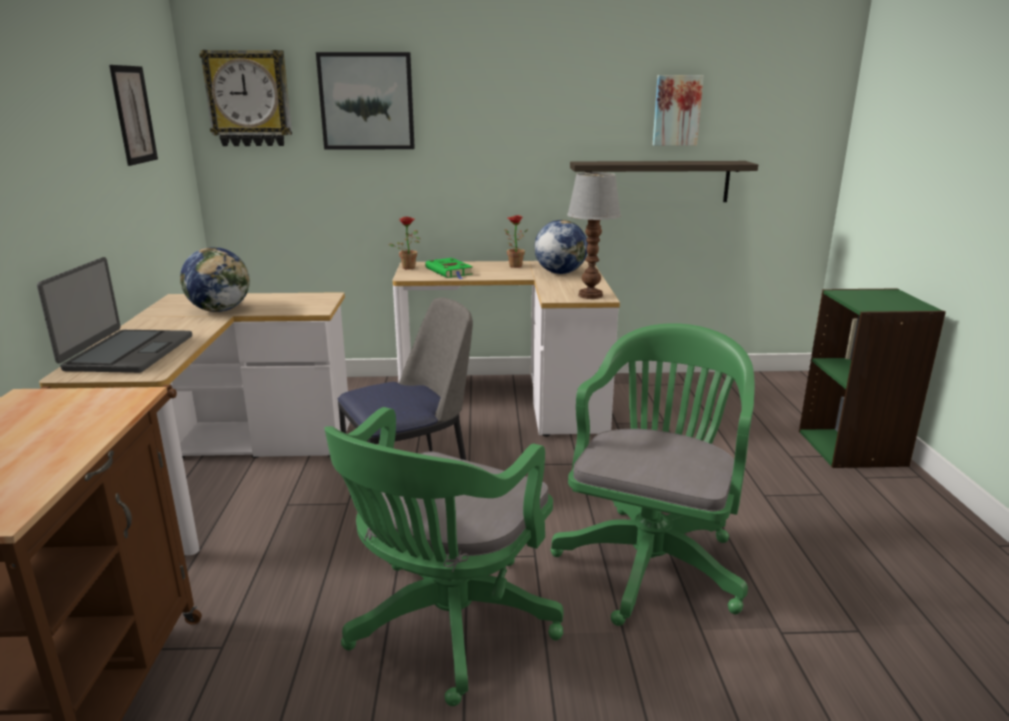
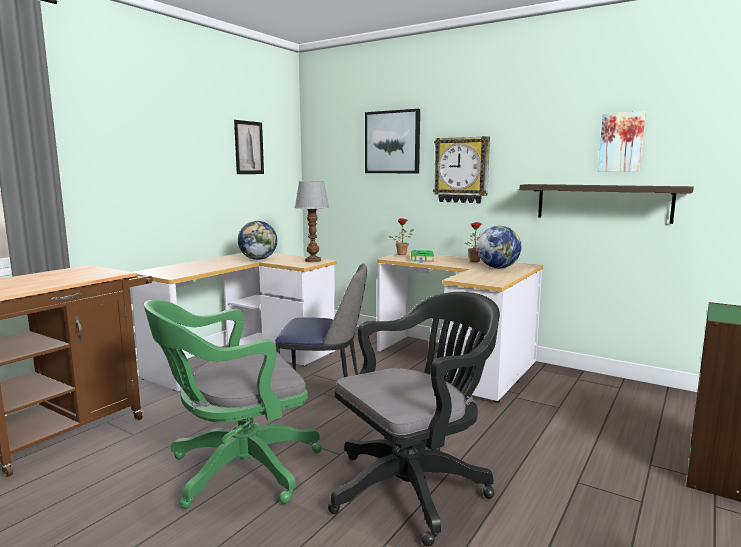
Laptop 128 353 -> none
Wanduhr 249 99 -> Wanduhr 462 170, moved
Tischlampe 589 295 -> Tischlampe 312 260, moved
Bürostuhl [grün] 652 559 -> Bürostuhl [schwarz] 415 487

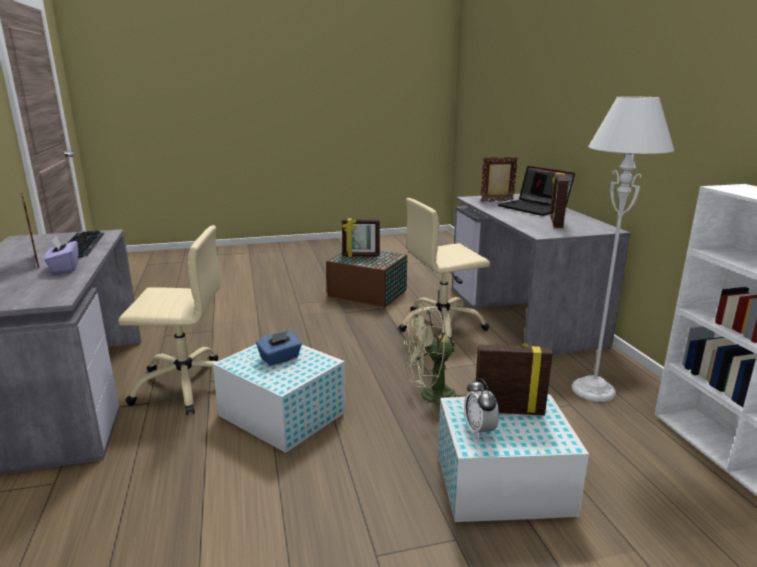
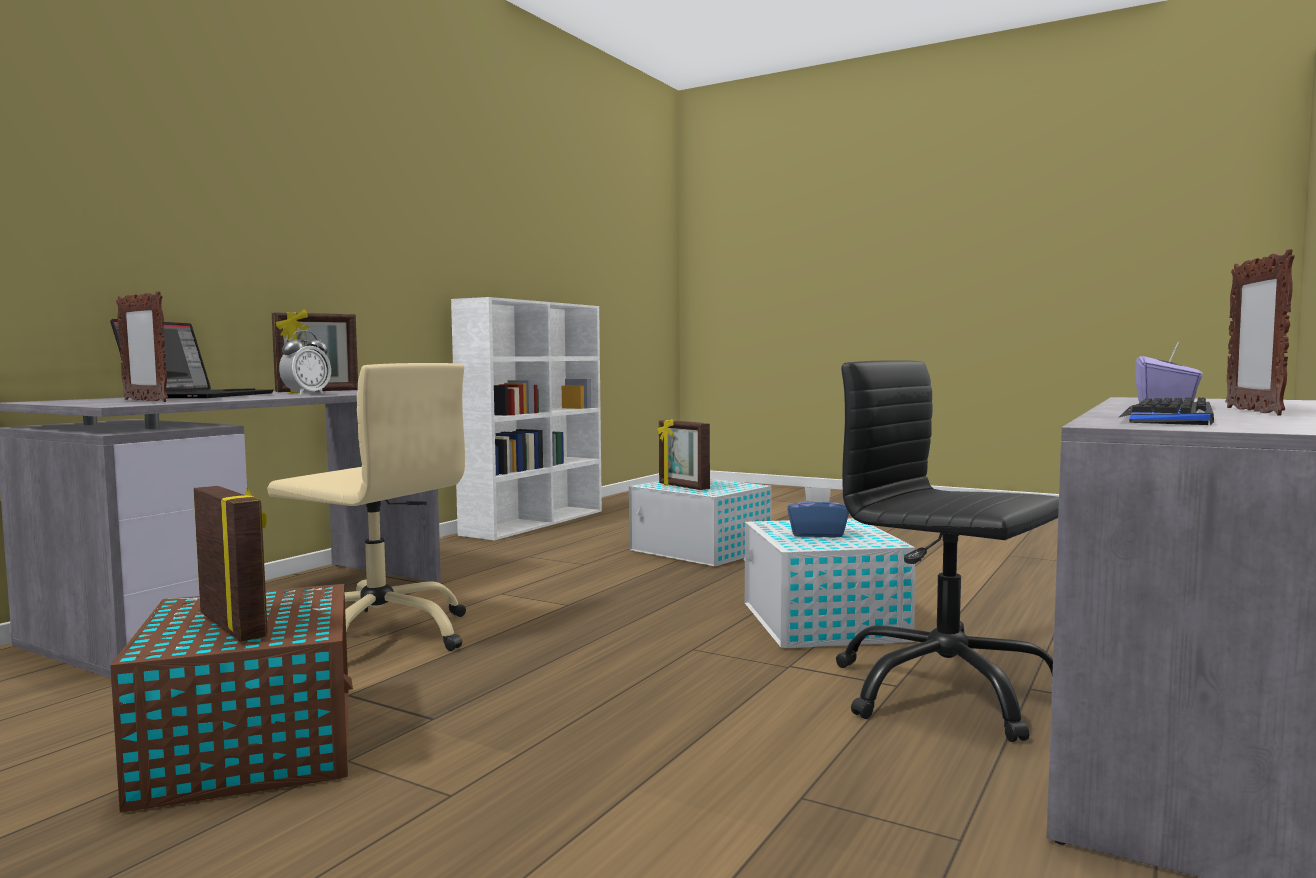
Ventilator [grün] 430 396 -> none
Stehlampe [grau] 593 390 -> none
Wecker 479 430 -> Wecker 306 395, moved
Bürostuhl [beige] 187 385 -> Bürostuhl [schwarz] 945 692

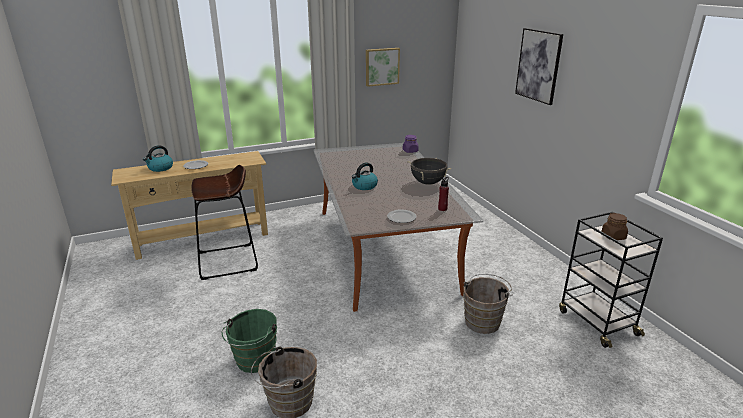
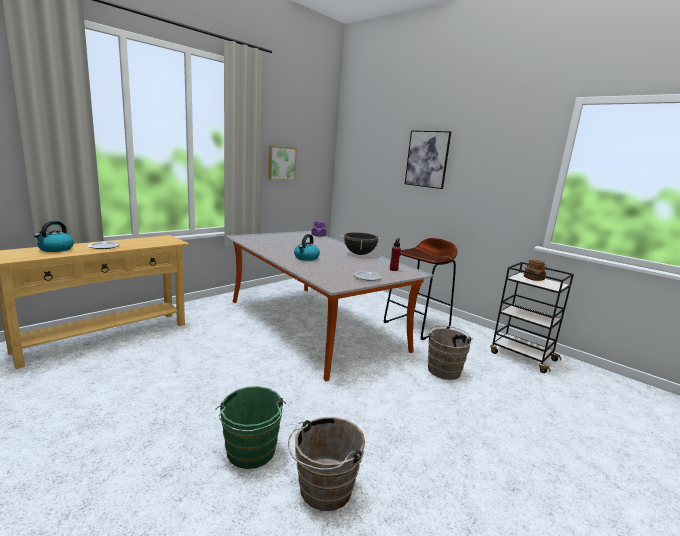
Hocker [braun] 227 261 -> Hocker [braun] 417 325, moved

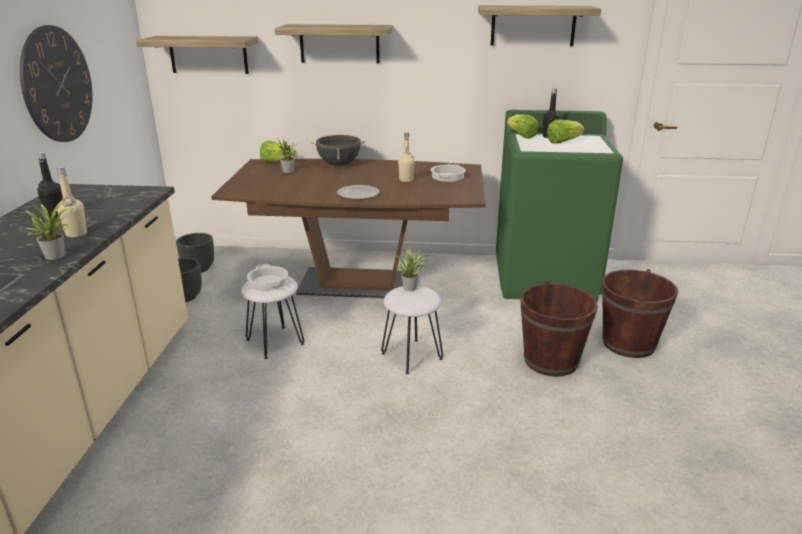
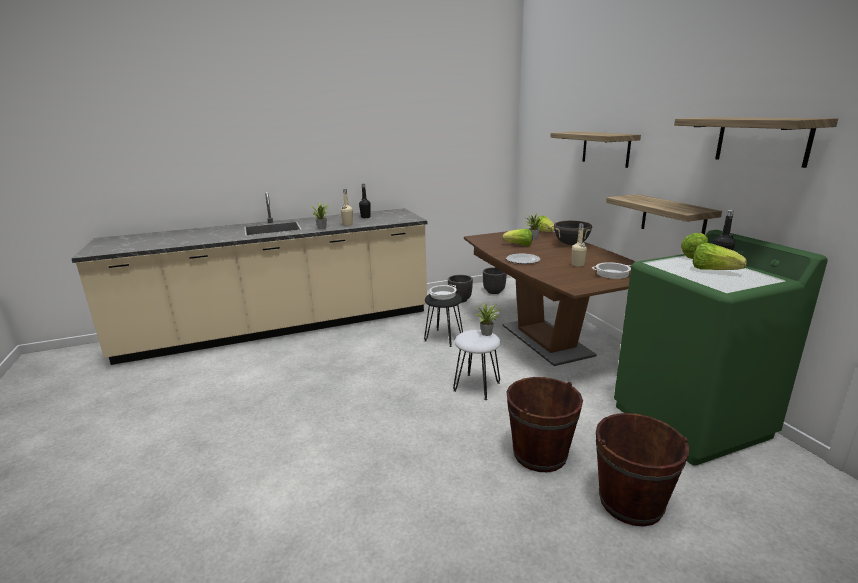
Wanduhr 57 85 -> none
none -> Salatkopf 519 245
Wandregal 208 54 -> Wandregal 673 219, moved
Hocker [weiß] 274 342 -> Hocker [schwarz] 443 337

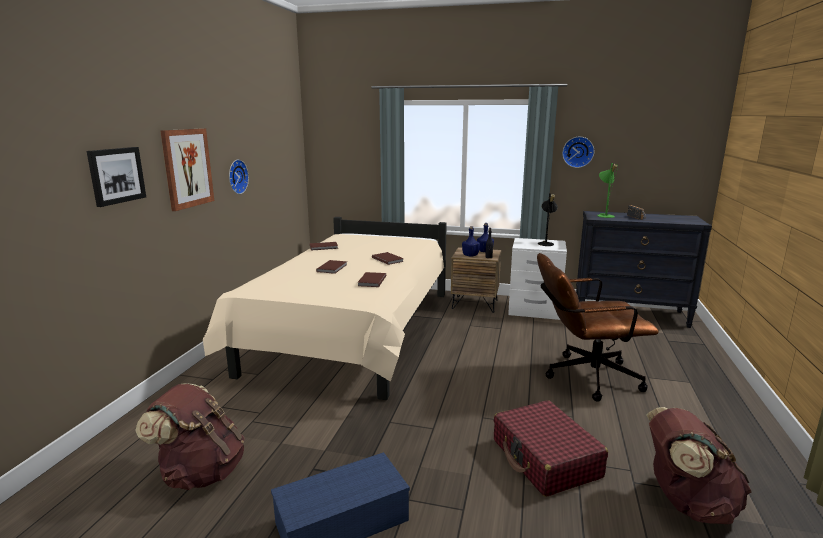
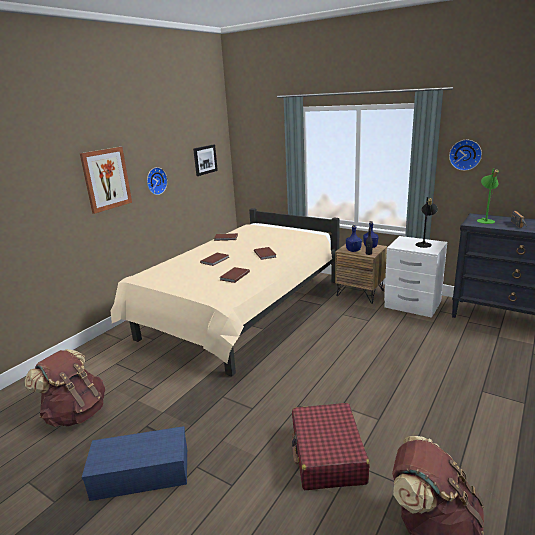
Bürostuhl [braun] 584 377 -> none
Bild 116 175 -> Bild 205 160, moved

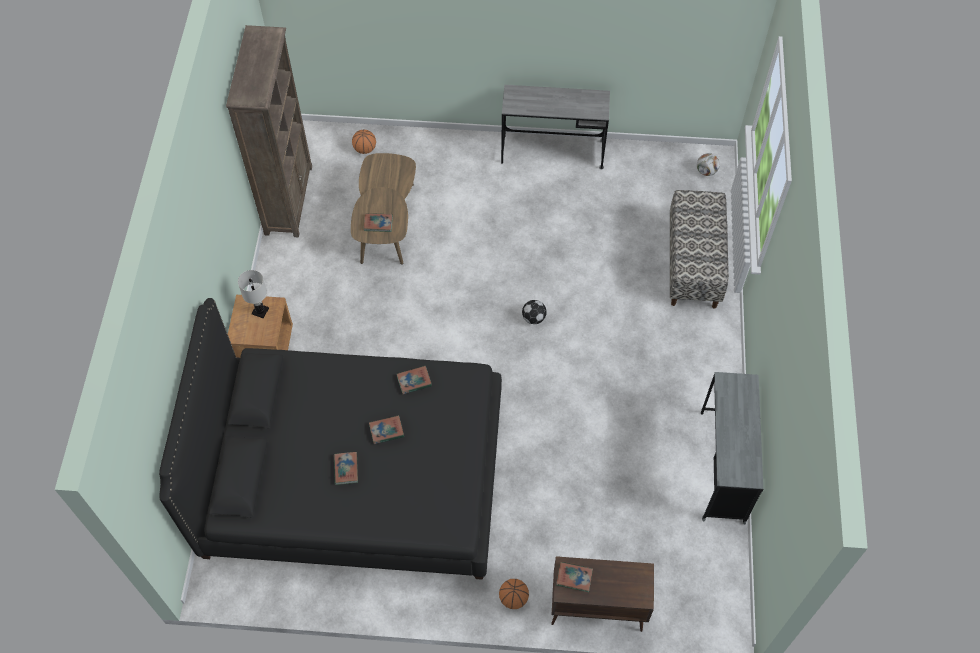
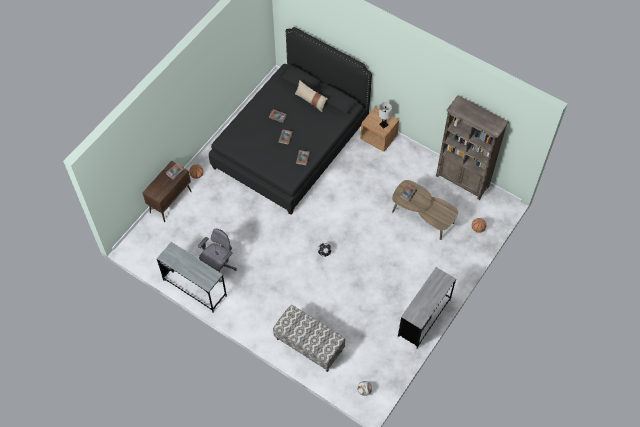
none -> Bürostuhl [grau] 219 267
none -> Kissen [beige] 311 100

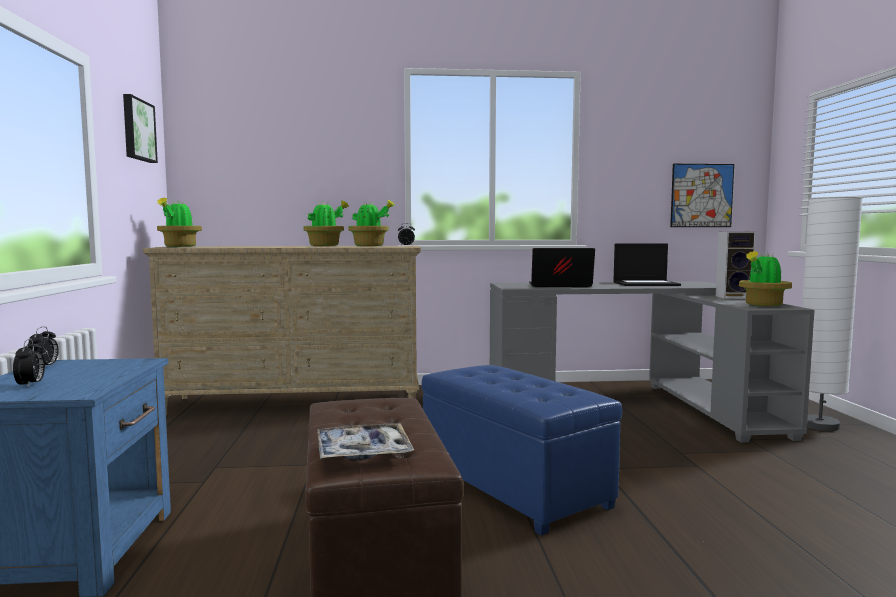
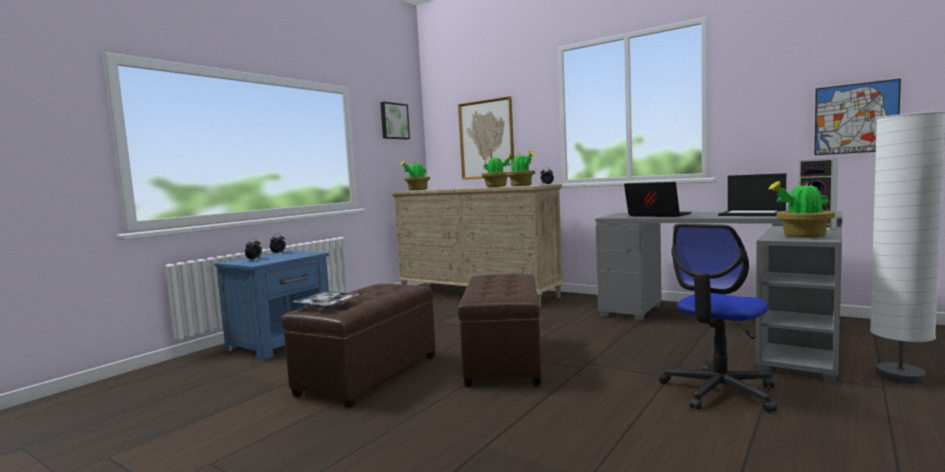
none -> Bild 486 139
none -> Bürostuhl 719 391
Polsterhocker [blau] 511 487 -> Polsterhocker [braun] 503 360

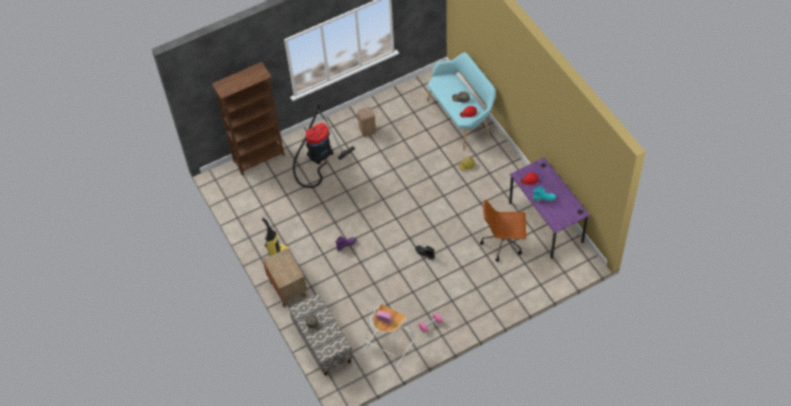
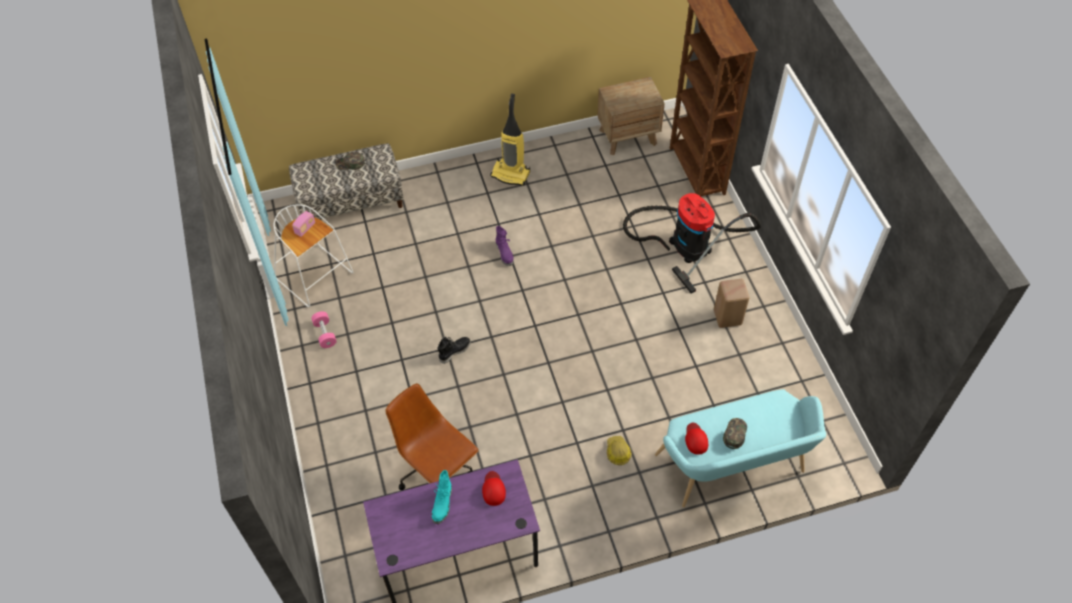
Nachttisch [braun] 287 288 -> Nachttisch [braun] 628 136, moved
Bürostuhl [braun] 503 243 -> Bürostuhl [braun] 436 471, 60 degrees counterclockwise

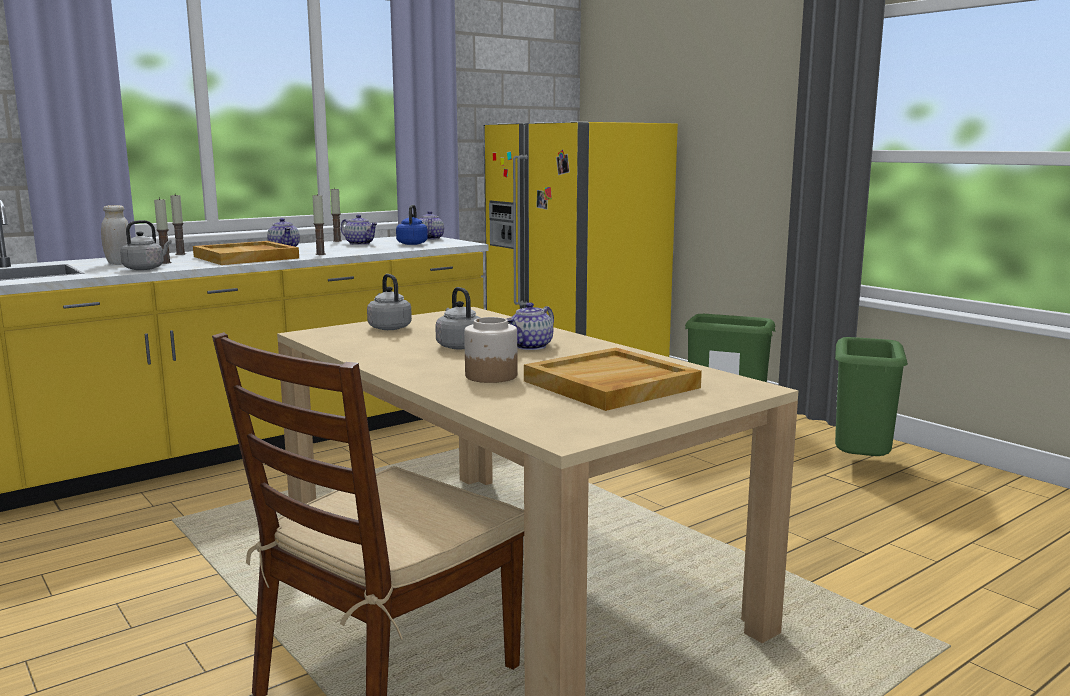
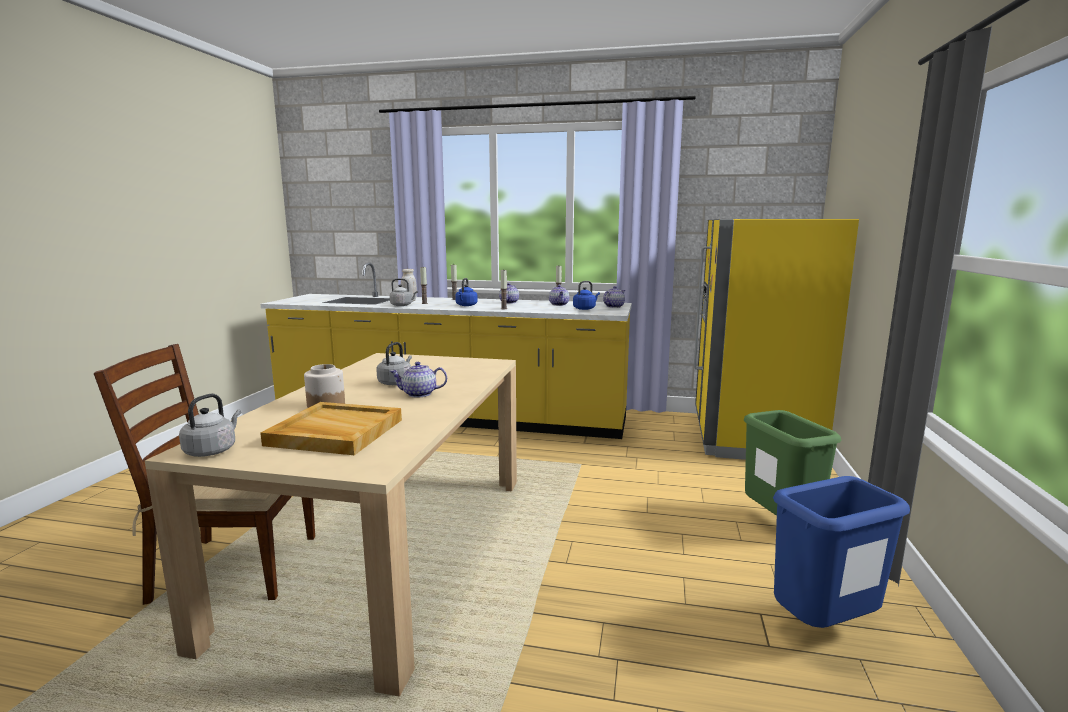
Wasserkessel [grau] 389 327 -> Wasserkessel [grau] 212 450, moved
Tablett [beige] 247 257 -> Wasserkessel [blau] 466 305
Mülleimer [grün] 861 466 -> Mülleimer [blau] 823 629

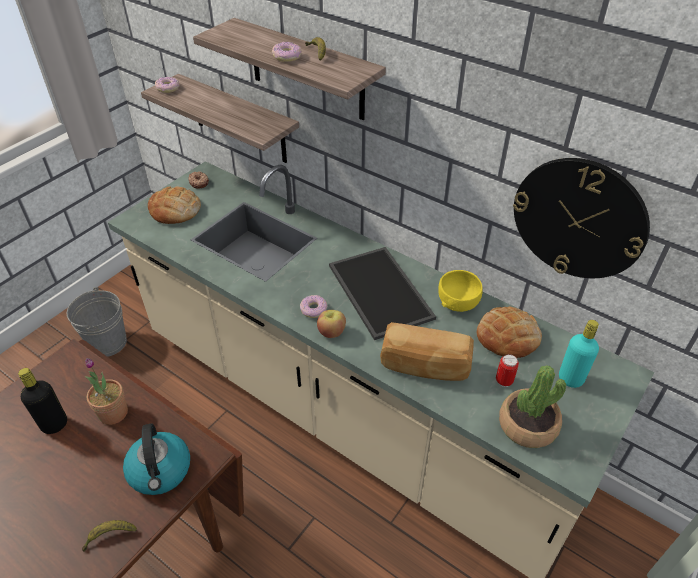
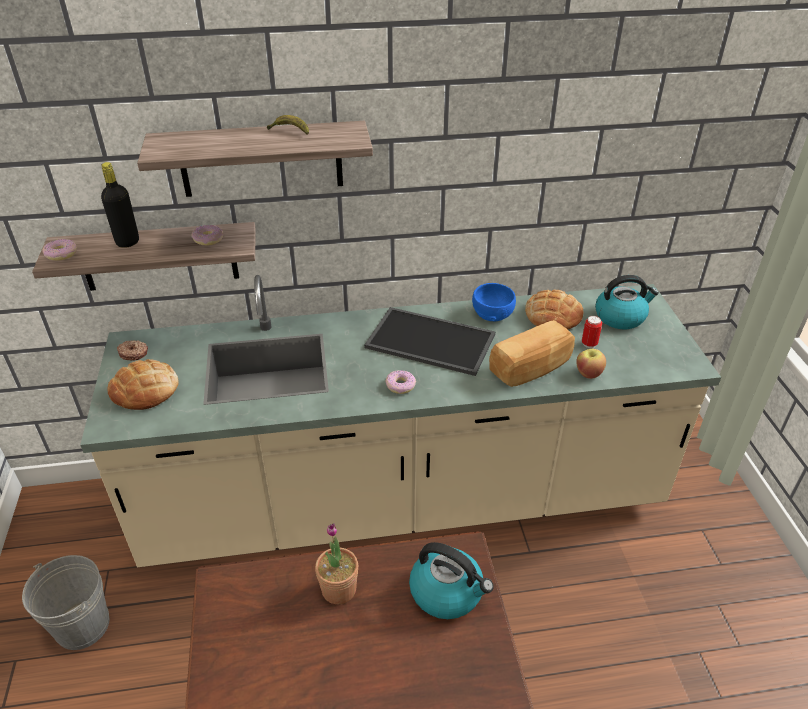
Banane 109 536 -> none
Topfpflanze 527 425 -> none
Wanduhr 579 219 -> none
Flasche [schwarz] 54 424 -> Flasche [schwarz] 127 242, moved
Donut 287 56 -> Donut 208 239, moved
Apfel 331 332 -> Apfel 588 373, moved
Flasche [türkis] 570 379 -> Wasserkessel 620 317
Schüssel [gelb] 458 301 -> Schüssel [blau] 492 314

